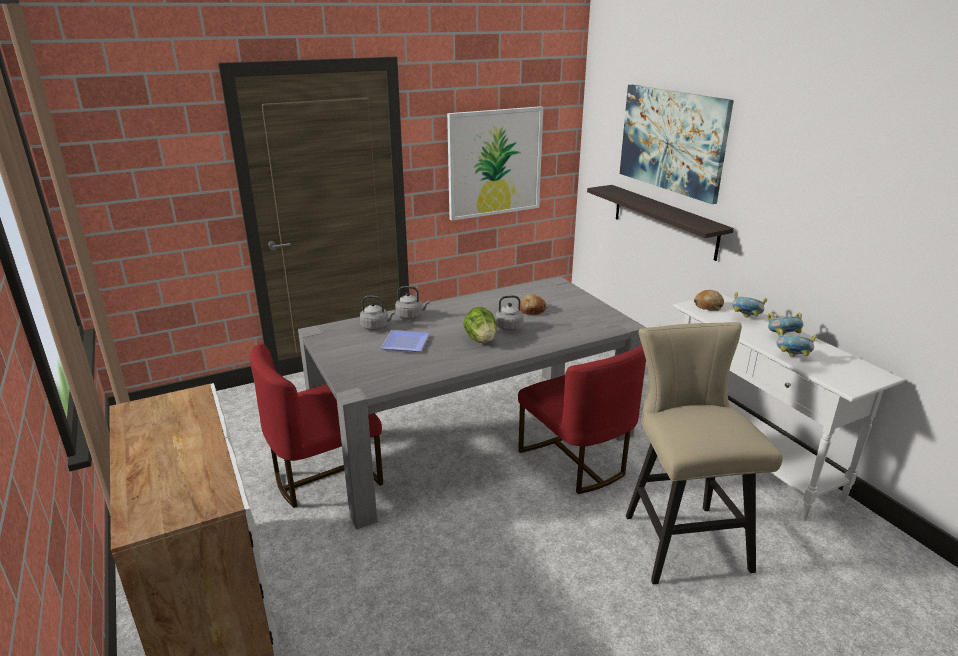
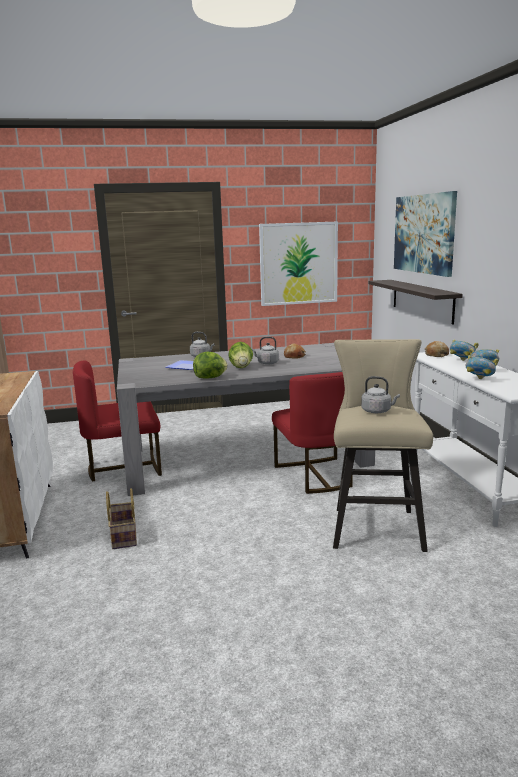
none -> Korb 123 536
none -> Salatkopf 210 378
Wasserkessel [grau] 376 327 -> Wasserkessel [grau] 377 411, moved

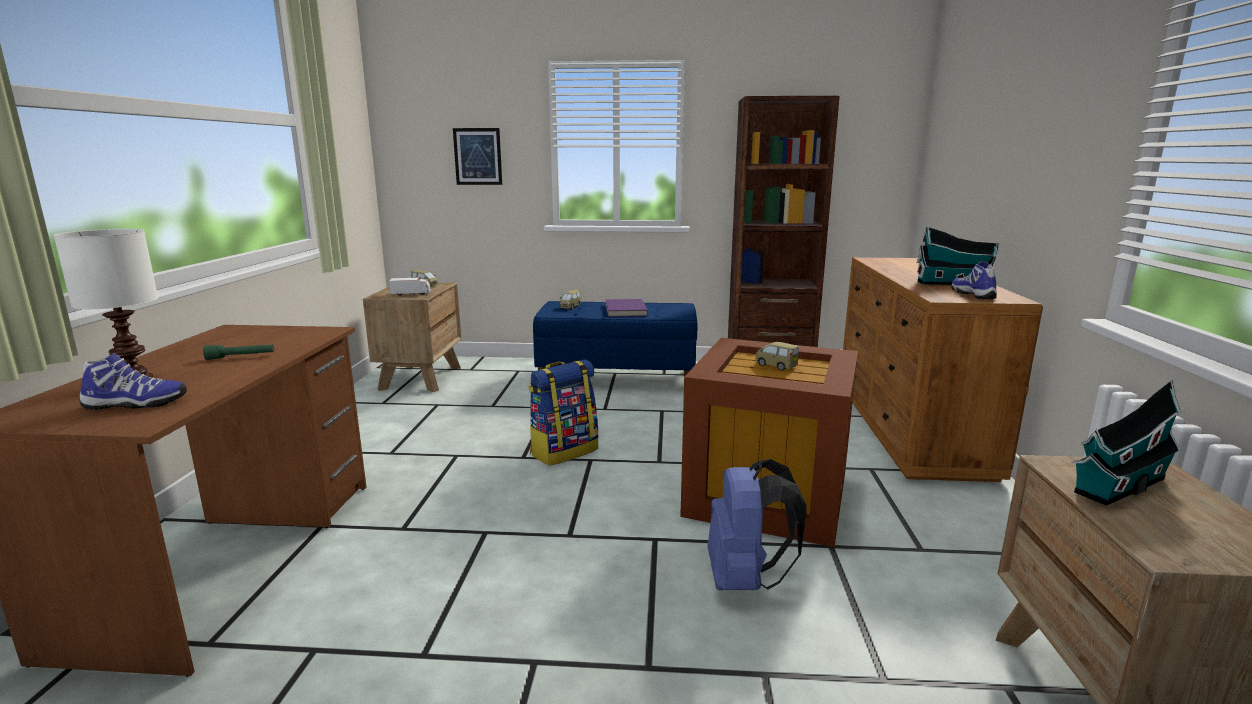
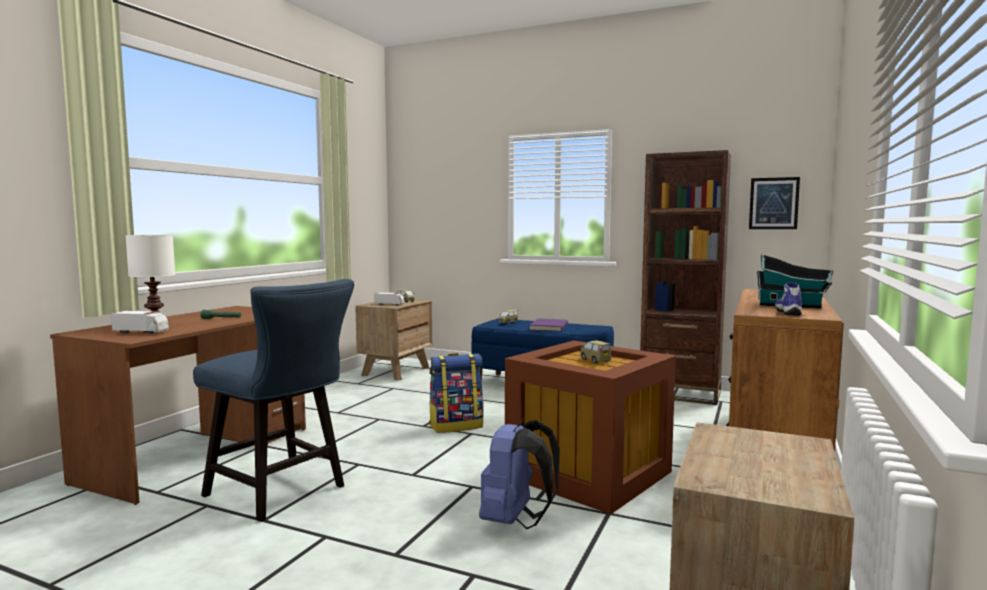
Spielzeughaus 1117 486 -> none
none -> Stuhl [blau] 282 493
Bild 478 156 -> Bild 773 203, moved
Schuh 134 404 -> Spielzeuglaster 142 332

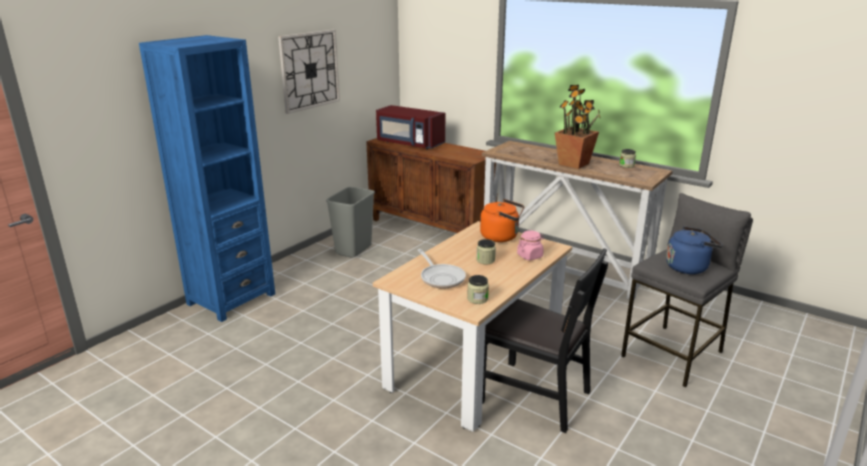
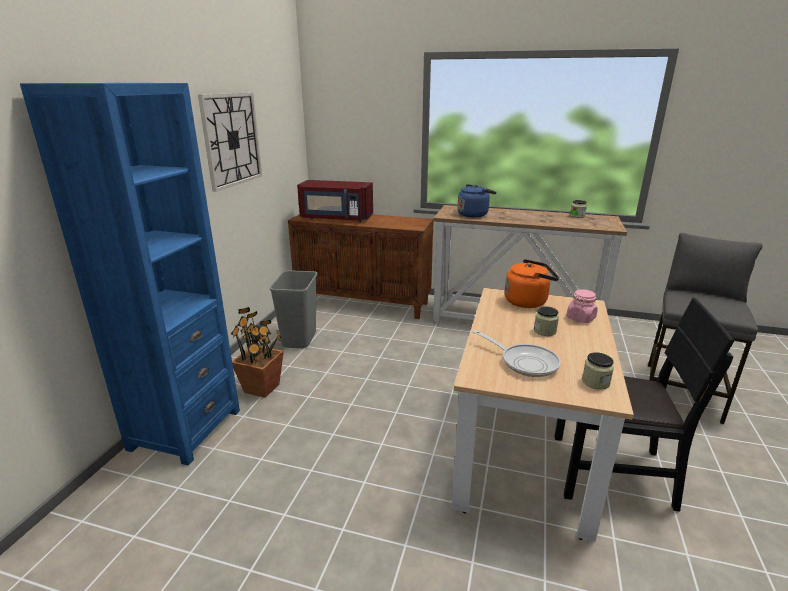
Topfpflanze 574 164 -> Topfpflanze 262 388, moved
Wasserkessel [blau] 689 267 -> Wasserkessel [blau] 474 214, moved

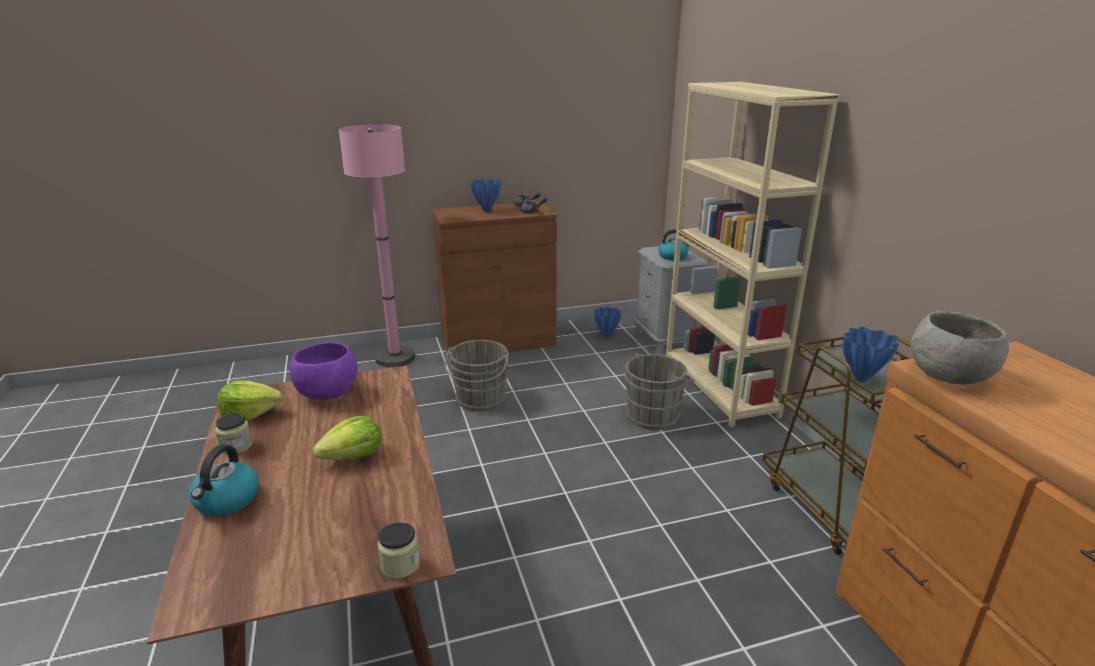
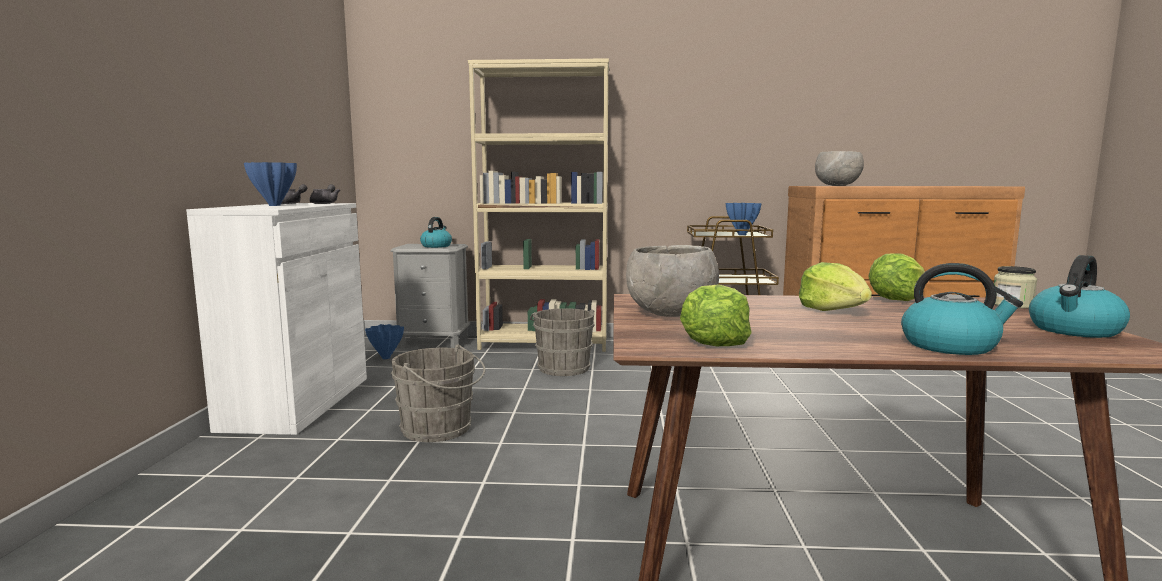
Vorratsglas 236 446 -> none
Stehlampe [rosa] 395 358 -> none
none -> Salatkopf 896 299
none -> Wasserkessel 1075 330
Schüssel [lila] 328 393 -> Schüssel [grau] 671 314
Schrank [braun] 498 341 -> Schrank [weiß] 298 402

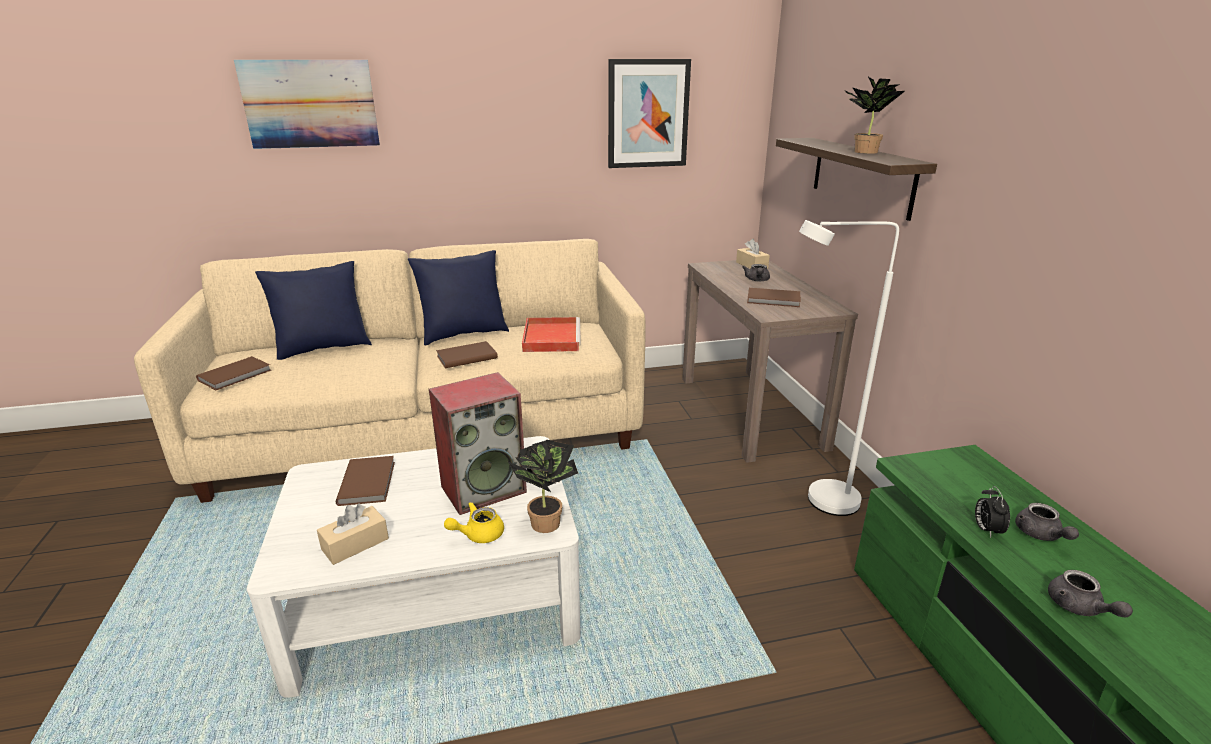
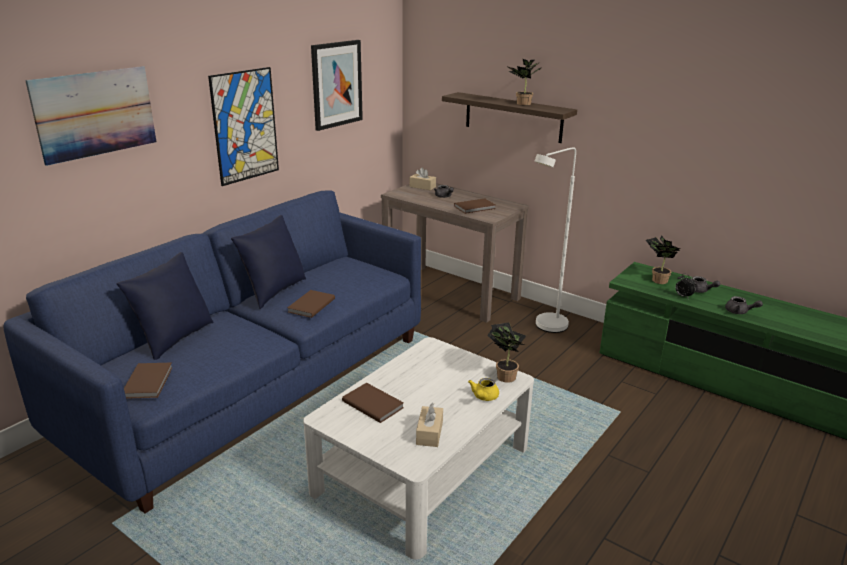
Lautsprecher 484 488 -> none
Tablett [rot] 551 337 -> none
none -> Bild 245 126
none -> Topfpflanze 657 280
Sofa [beige] 429 431 -> Sofa [blau] 254 385

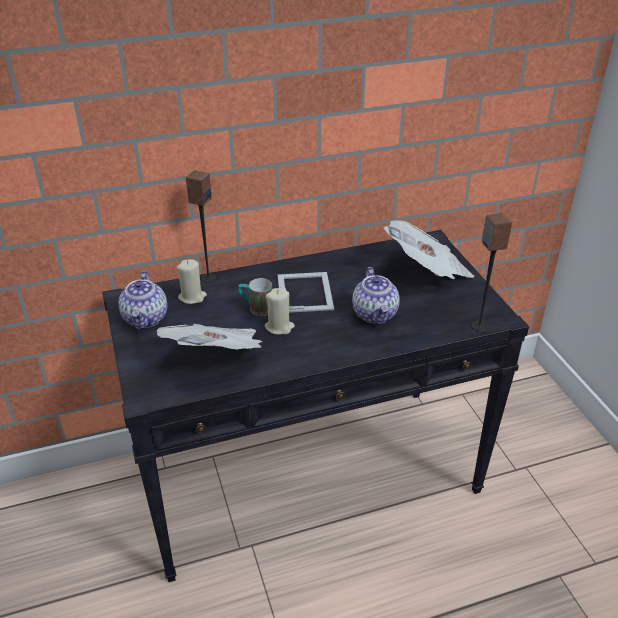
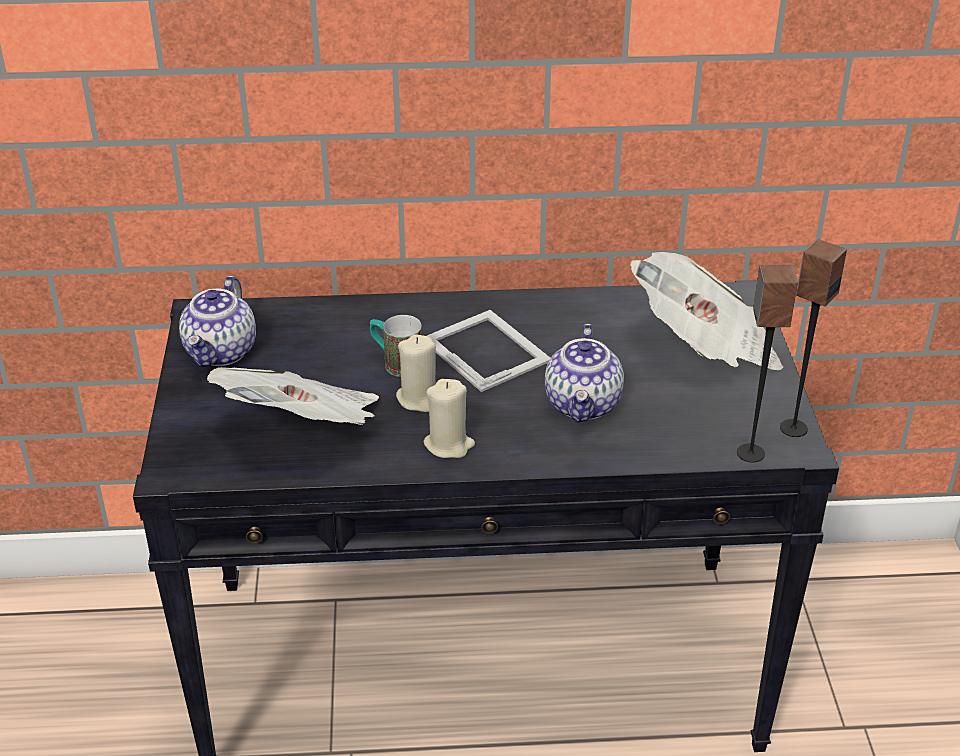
Kerze [beige] 192 297 -> Kerze [beige] 449 445, moved
Lautsprecher 208 278 -> Lautsprecher 793 428, moved
Bilderrahmen 305 291 -> Bilderrahmen 485 349, 45 degrees counterclockwise

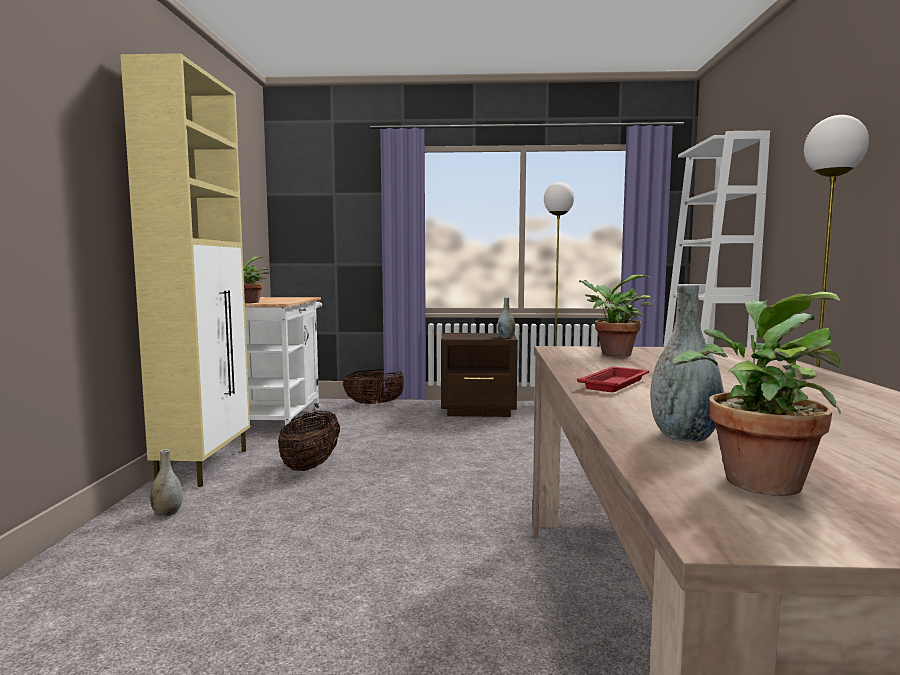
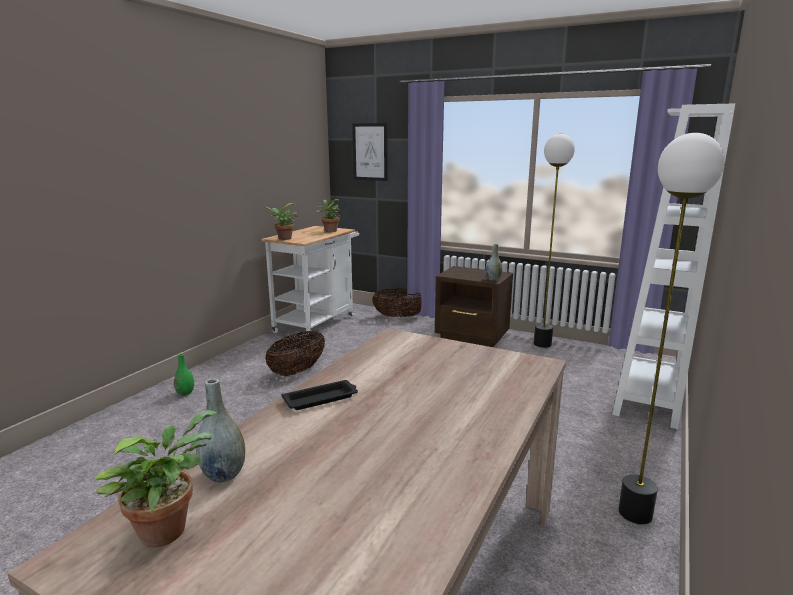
Schrank [beige] 205 466 -> none
none -> Bild 370 152
Topfpflanze 612 354 -> Topfpflanze 329 231, moved
Vase [grau] 167 513 -> Vase [grün] 185 393
Tablett [rot] 615 384 -> Tablett [schwarz] 321 399

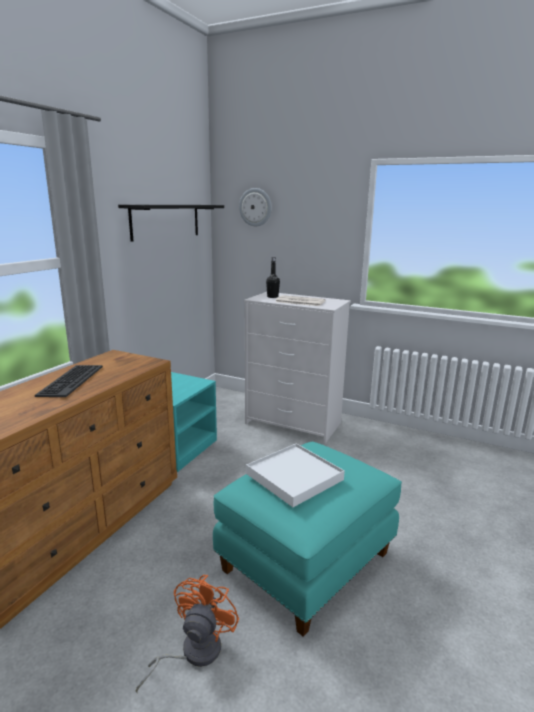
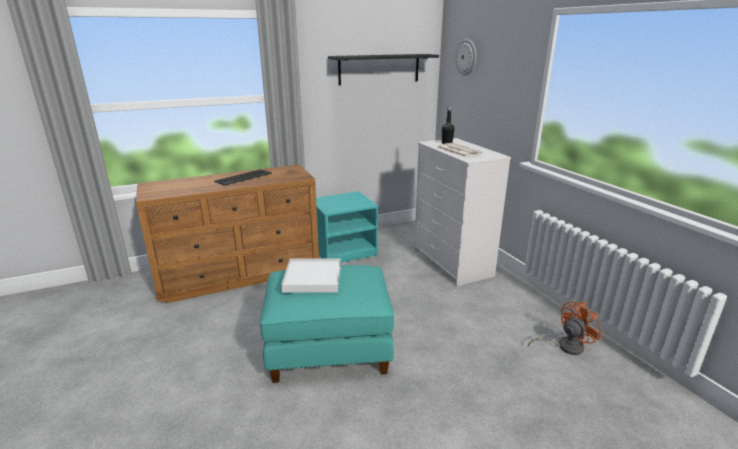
Ventilator [orange] 193 653 -> Ventilator [orange] 564 346, moved

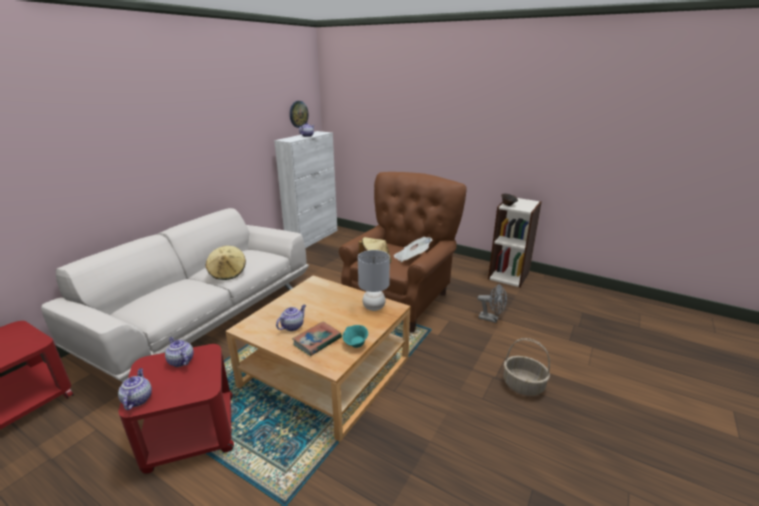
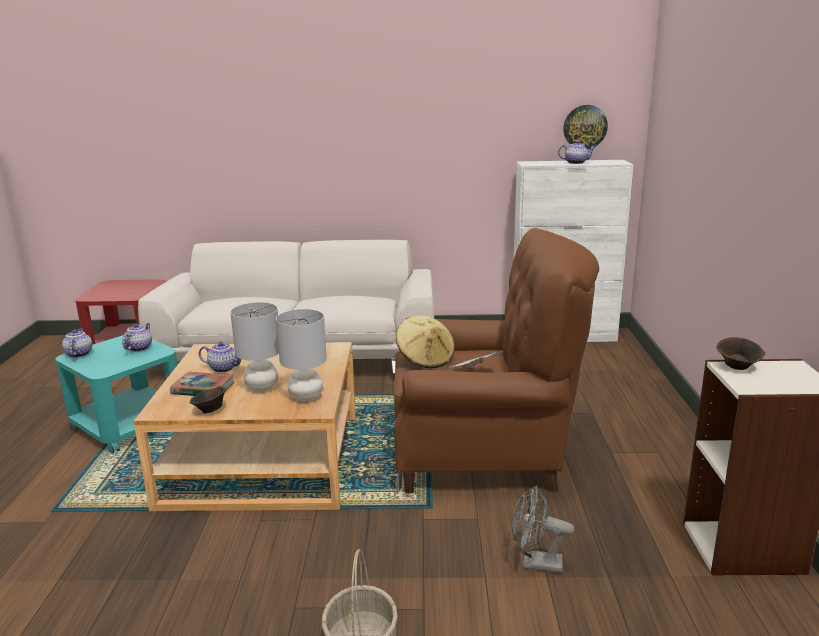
Hut [beige] 228 273 -> none
none -> Tischlampe [grau] 261 387
Beistelltisch [rot] 189 433 -> Beistelltisch [türkis] 128 425
Schüssel [türkis] 356 344 -> Schüssel [braun] 209 410
Teekanne 137 399 -> Teekanne 79 354, 60 degrees counterclockwise
Ventilator [grau] 491 319 -> Ventilator [grau] 535 564, 105 degrees clockwise

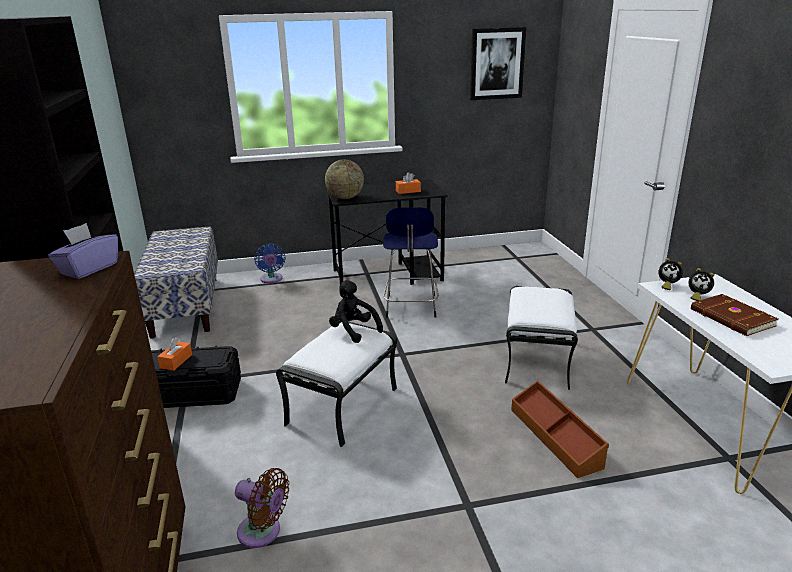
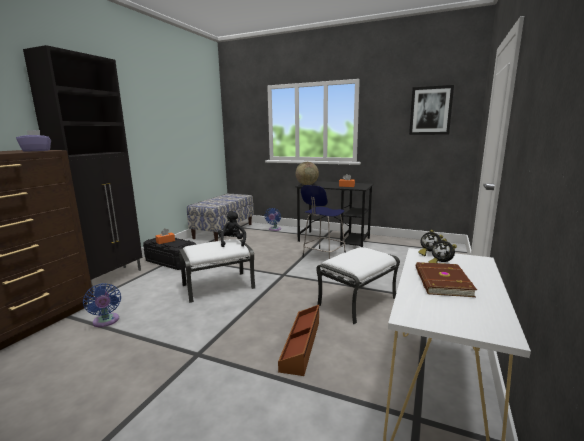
Ventilator [braun] 263 532 -> Ventilator [blau] 106 322

